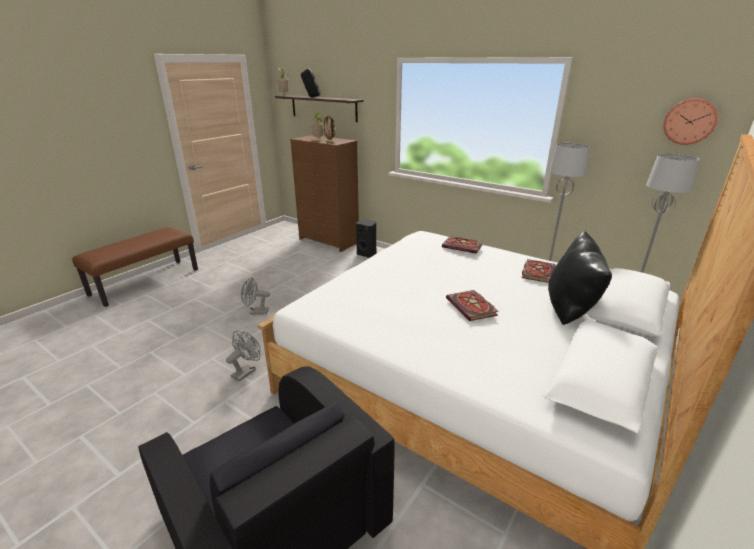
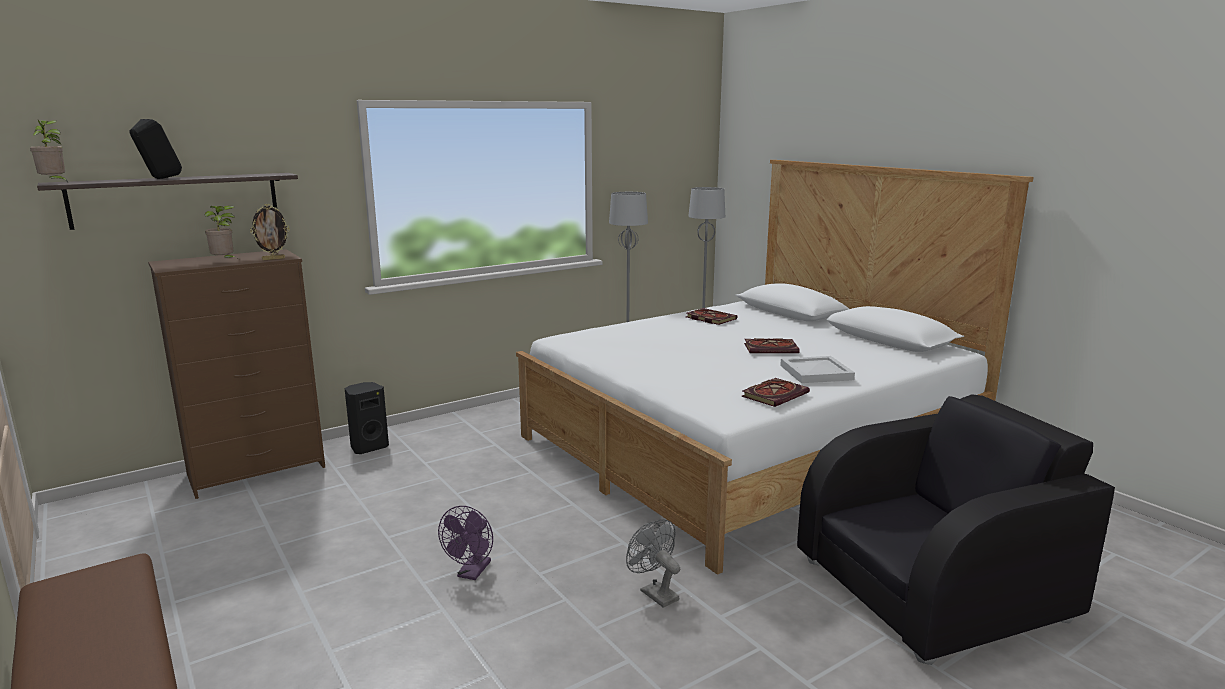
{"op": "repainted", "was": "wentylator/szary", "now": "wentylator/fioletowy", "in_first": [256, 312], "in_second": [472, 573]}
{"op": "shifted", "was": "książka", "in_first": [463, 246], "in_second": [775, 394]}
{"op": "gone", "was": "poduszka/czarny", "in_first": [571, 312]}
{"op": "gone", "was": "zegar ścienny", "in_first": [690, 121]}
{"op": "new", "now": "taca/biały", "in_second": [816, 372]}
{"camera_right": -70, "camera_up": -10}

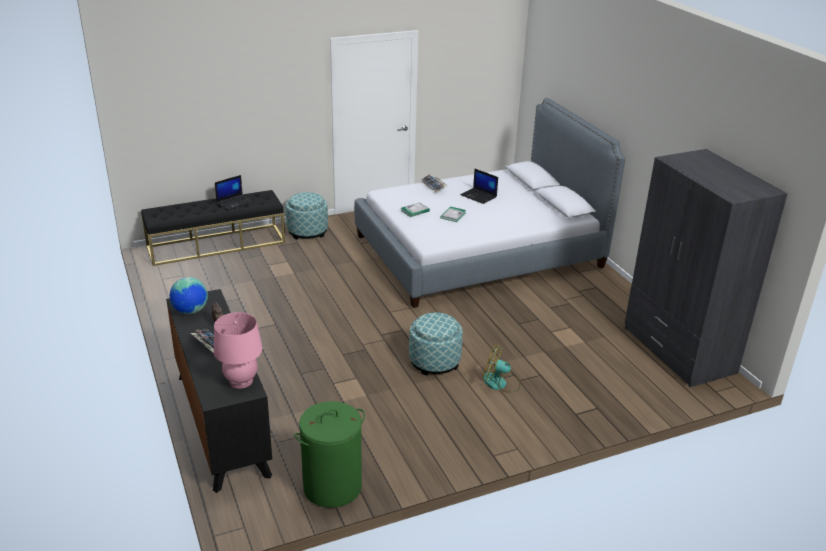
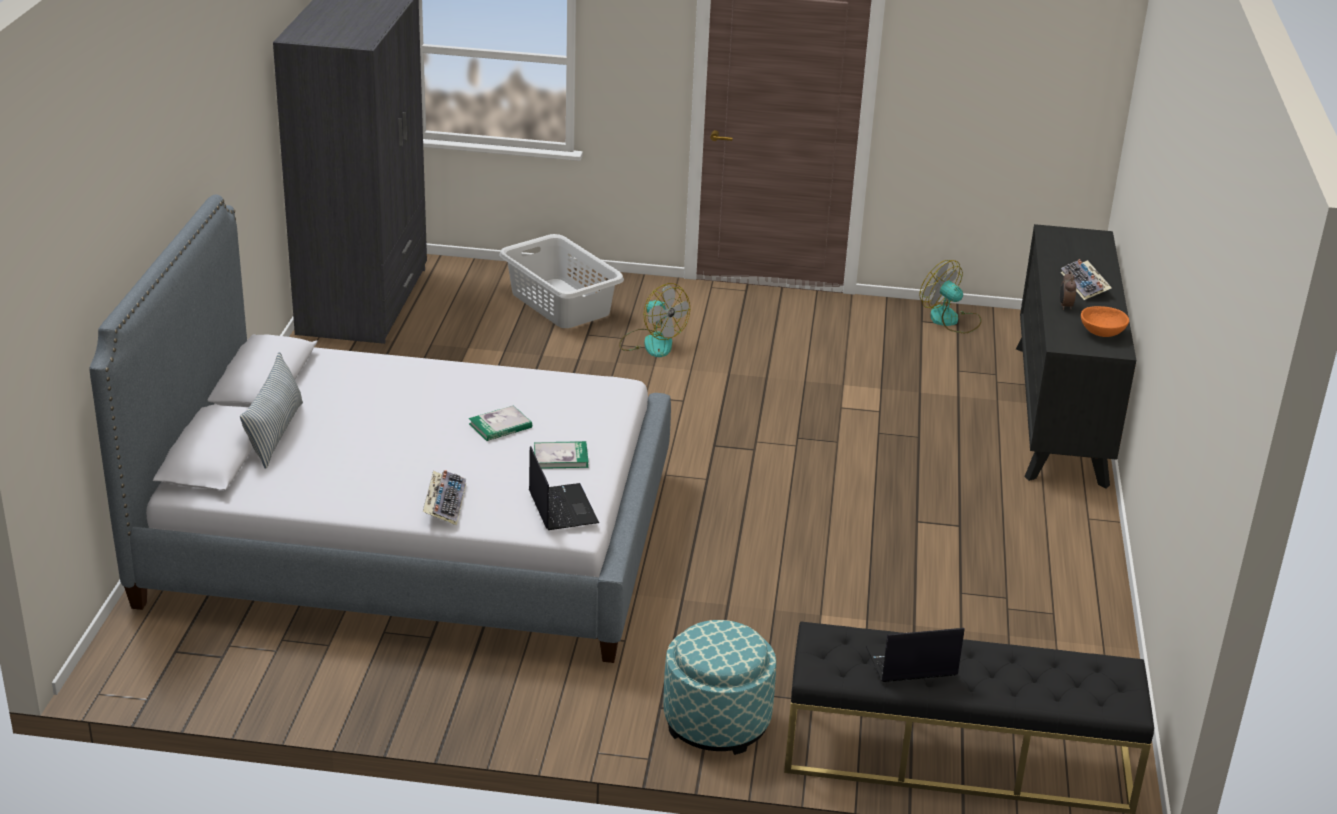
{"op": "swapped", "was": "globus", "now": "miska/pomarańczowy", "in_first": [190, 311], "in_second": [1102, 332]}
{"op": "gone", "was": "lampa stołowa/różowy", "in_first": [241, 381]}
{"op": "swapped", "was": "kosz na pranie/zielony", "now": "wentylator", "in_first": [332, 486], "in_second": [950, 320]}
{"op": "gone", "was": "pufa", "in_first": [434, 361]}
{"op": "shifted", "was": "laptop", "in_first": [479, 196], "in_second": [561, 507]}
{"op": "new", "now": "poduszka", "in_second": [275, 434]}
{"op": "new", "now": "kosz na pranie/szary", "in_second": [560, 304]}
{"camera_right": -150, "camera_up": 0}

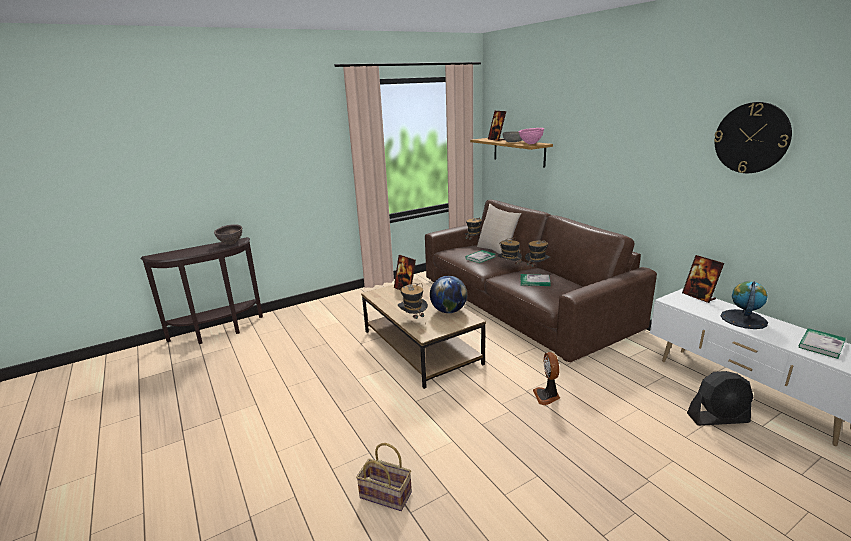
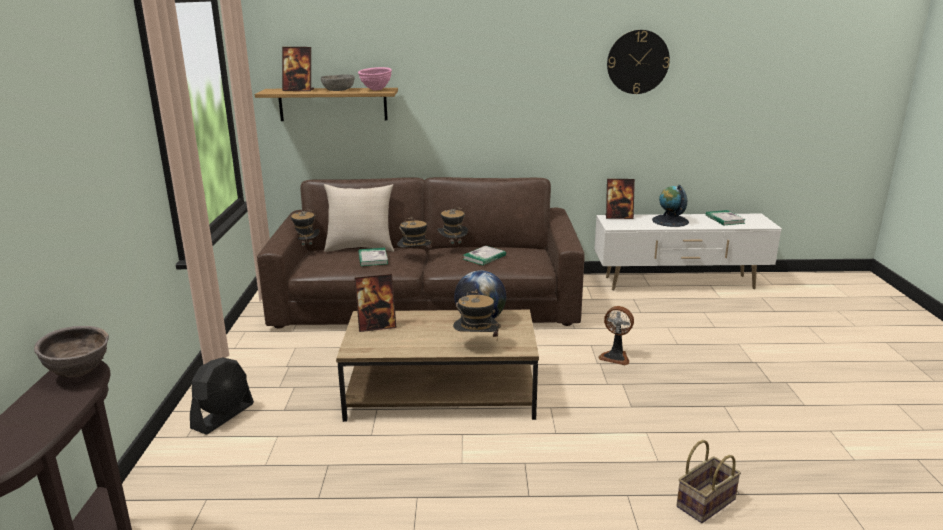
{"op": "shifted", "was": "wentylator/czarny", "in_first": [718, 418], "in_second": [223, 416]}
{"camera_right": -60, "camera_up": 0}

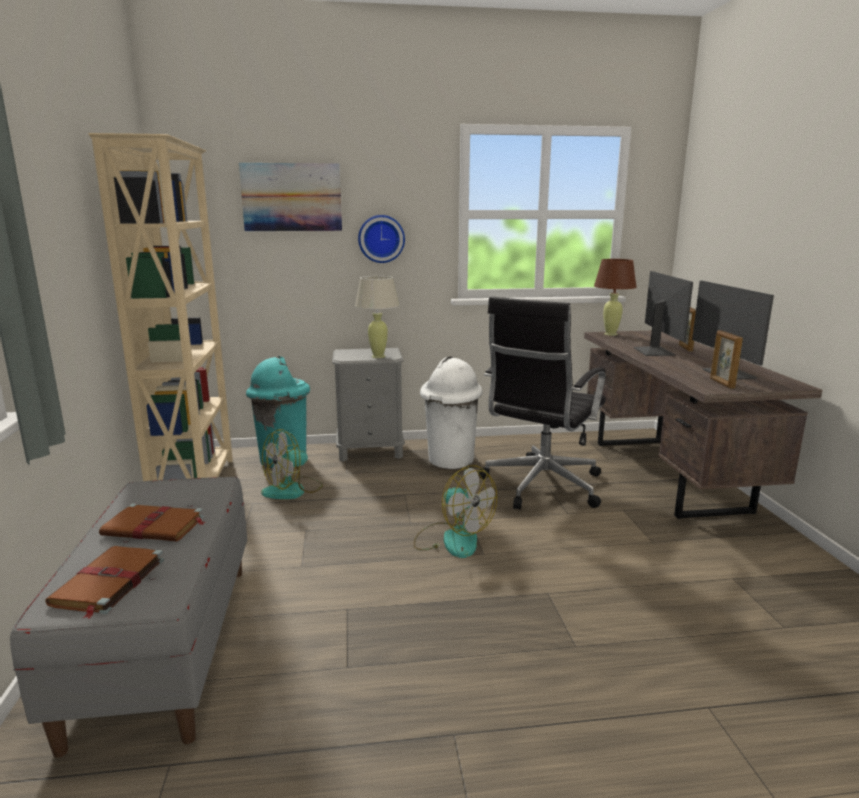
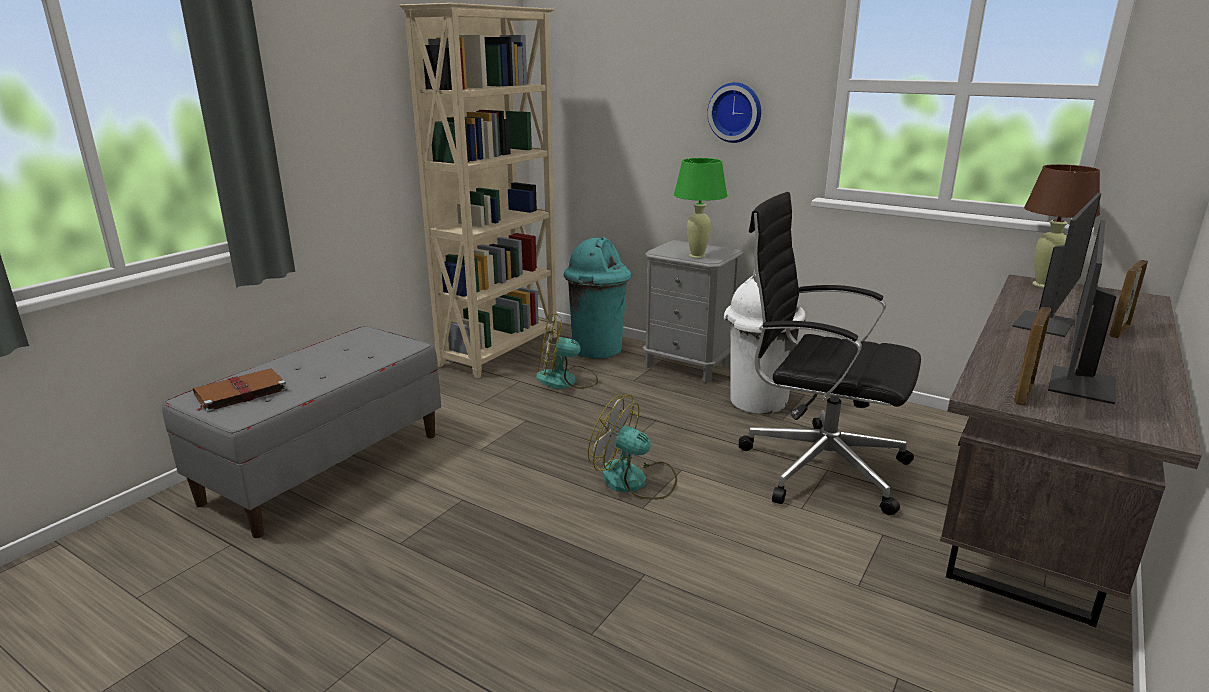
{"op": "gone", "was": "książka/brązowy", "in_first": [155, 526]}
{"op": "gone", "was": "obraz", "in_first": [291, 197]}
{"op": "repainted", "was": "lampa stołowa/beżowy", "now": "lampa stołowa/zielony", "in_first": [378, 356], "in_second": [697, 256]}
{"op": "rotated", "was": "wentylator", "in_first": [452, 539], "in_second": [634, 481], "clockwise": 120}
{"op": "rotated", "was": "krzesło biurowe/czarny", "in_first": [540, 486], "in_second": [818, 466], "clockwise": 45}
{"camera_right": 40, "camera_up": 5}

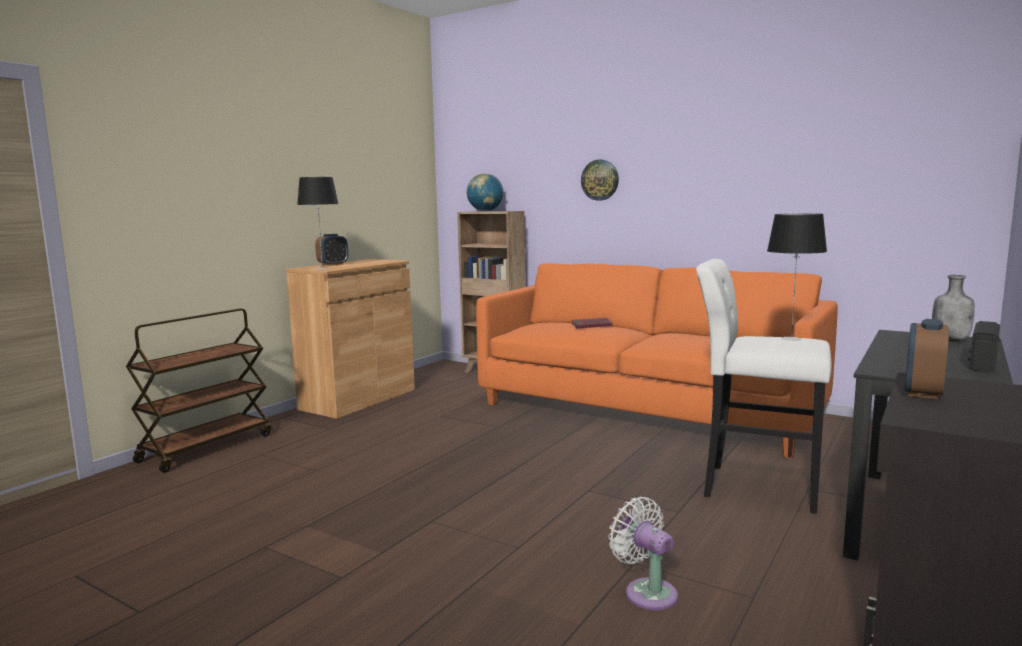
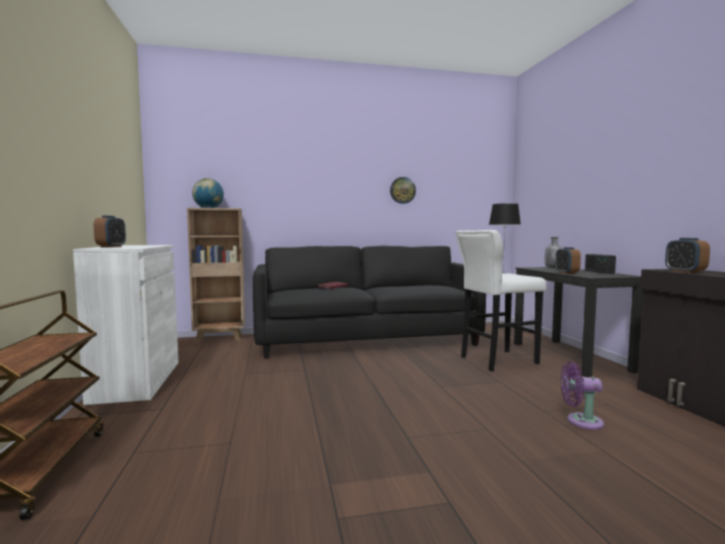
{"op": "repainted", "was": "szafka/brązowy", "now": "szafka/biały", "in_first": [358, 399], "in_second": [137, 381]}
{"op": "gone", "was": "lampa stołowa", "in_first": [322, 268]}
{"op": "repainted", "was": "kanapa/pomarańczowy", "now": "kanapa/czarny", "in_first": [646, 410], "in_second": [366, 340]}
{"op": "shifted", "was": "zegar ścienny", "in_first": [600, 180], "in_second": [402, 190]}
{"op": "repainted", "was": "wentylator/biały", "now": "wentylator/fioletowy", "in_first": [647, 592], "in_second": [580, 421]}
{"op": "new", "now": "budzik", "in_second": [566, 273]}
{"camera_right": -45, "camera_up": -5}

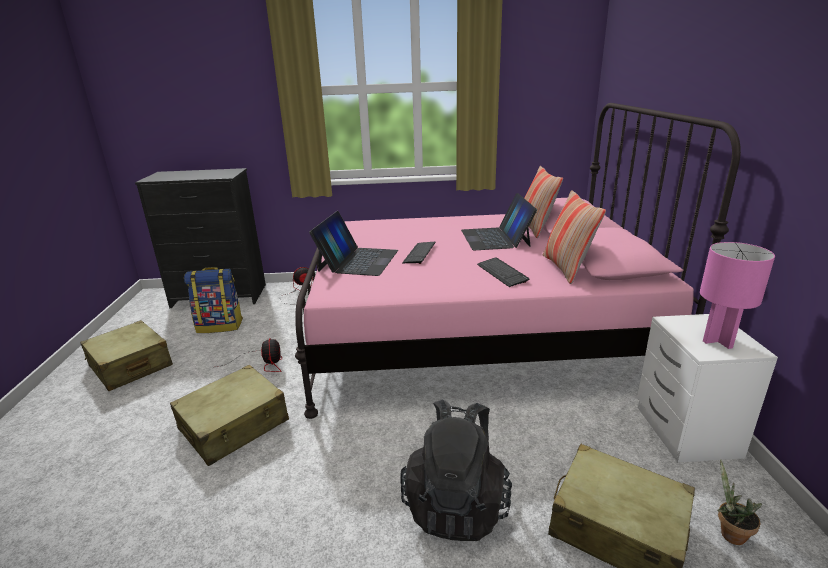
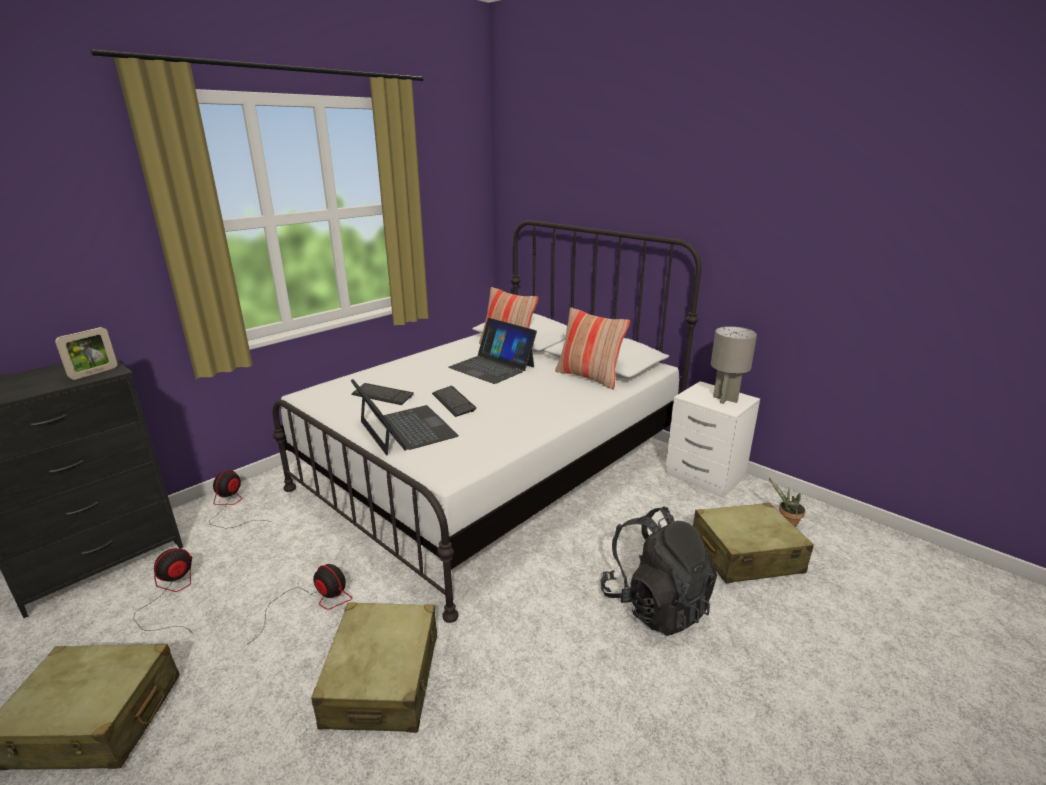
{"op": "swapped", "was": "plecak", "now": "wentylator", "in_first": [220, 326], "in_second": [171, 596]}
{"op": "repainted", "was": "łóżko/różowy", "now": "łóżko/biały", "in_first": [475, 335], "in_second": [494, 470]}
{"op": "shifted", "was": "klawiatura", "in_first": [502, 273], "in_second": [382, 395]}
{"op": "repainted", "was": "lampa stołowa/różowy", "now": "lampa stołowa/szary", "in_first": [719, 340], "in_second": [725, 399]}
{"op": "new", "now": "ramka na zdjęcie", "in_second": [94, 373]}
{"camera_right": -45, "camera_up": 0}

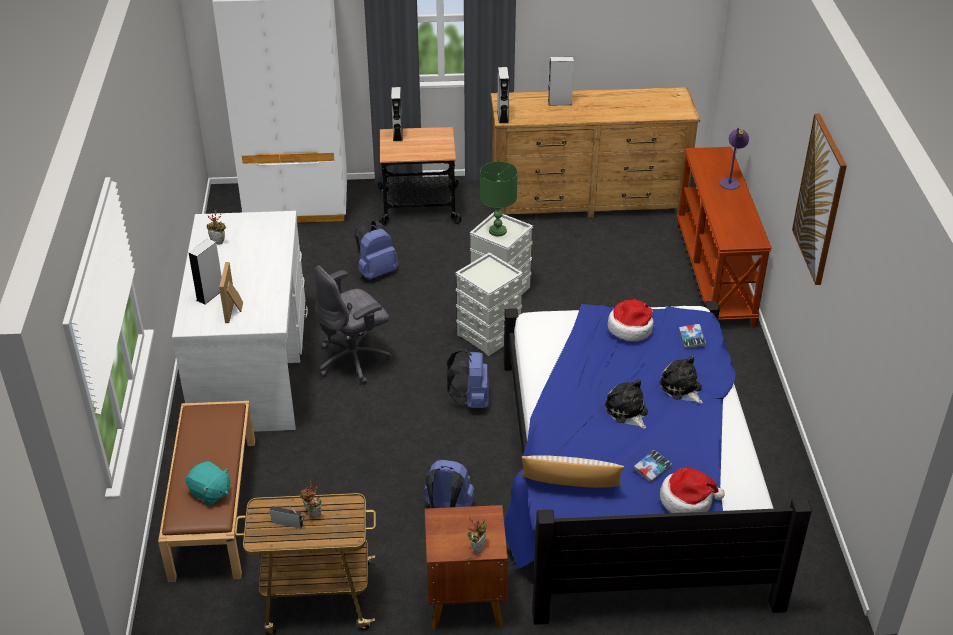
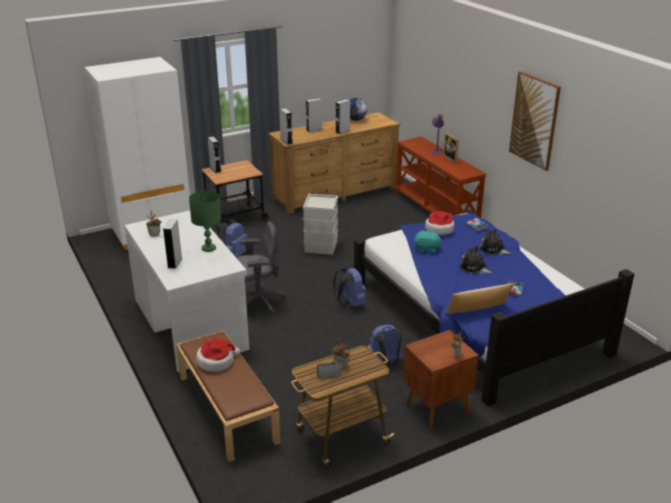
{"op": "shifted", "was": "pluszak/turkusowy", "in_first": [210, 493], "in_second": [426, 249]}
{"op": "shifted", "was": "ramka na zdjęcie", "in_first": [234, 310], "in_second": [452, 158]}
{"op": "rotated", "was": "krzesło biurowe/szary", "in_first": [354, 360], "in_second": [258, 303], "clockwise": -135}
{"op": "gone", "was": "pojemnik do przechowywania/szary", "in_first": [489, 335]}
{"op": "shifted", "was": "lampa stołowa/zielony", "in_first": [497, 230], "in_second": [208, 248]}
{"op": "shifted", "was": "kapelusz", "in_first": [687, 500], "in_second": [216, 361]}
{"op": "new", "now": "głośnik/szary", "in_second": [342, 131]}
{"op": "new", "now": "globus", "in_second": [355, 120]}
{"camera_right": -25, "camera_up": -10}

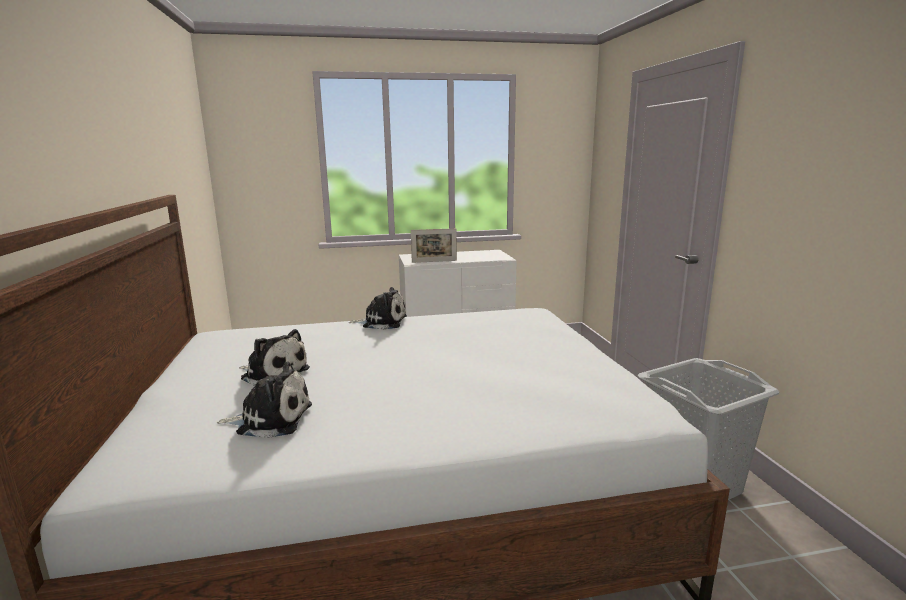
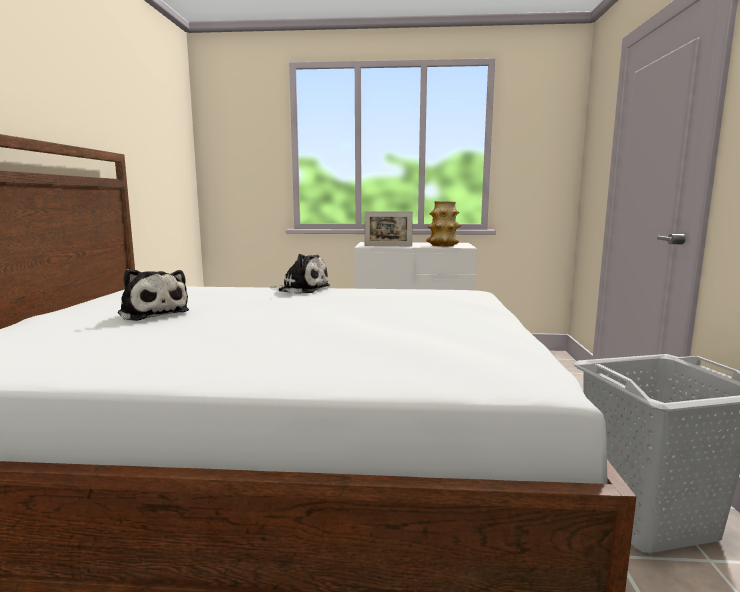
{"op": "gone", "was": "pluszak", "in_first": [271, 419]}
{"op": "new", "now": "wazon", "in_second": [443, 245]}
{"camera_right": 15, "camera_up": -5}

